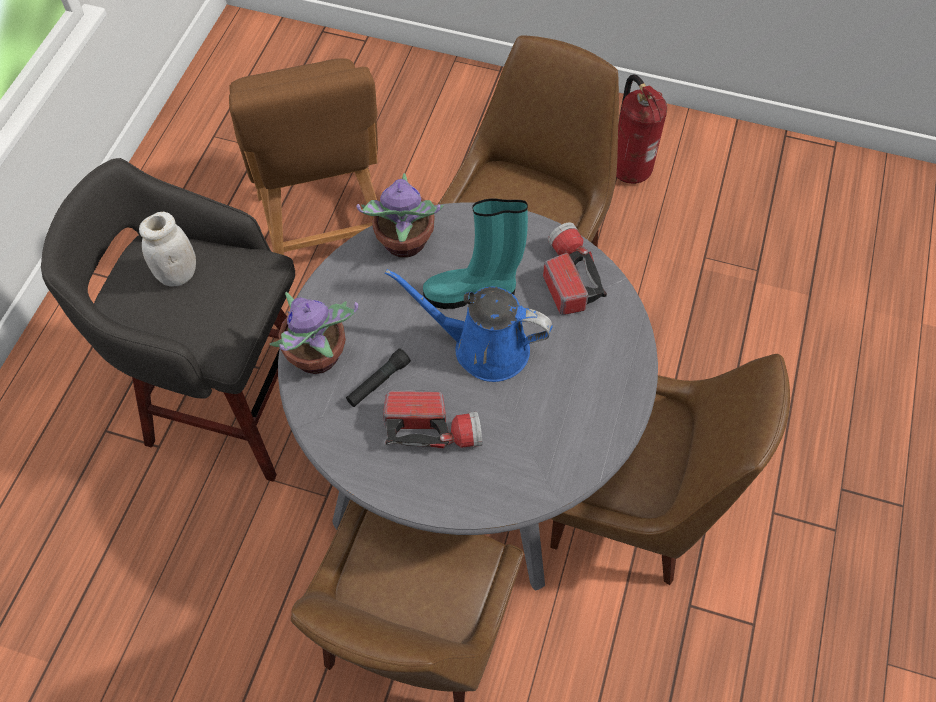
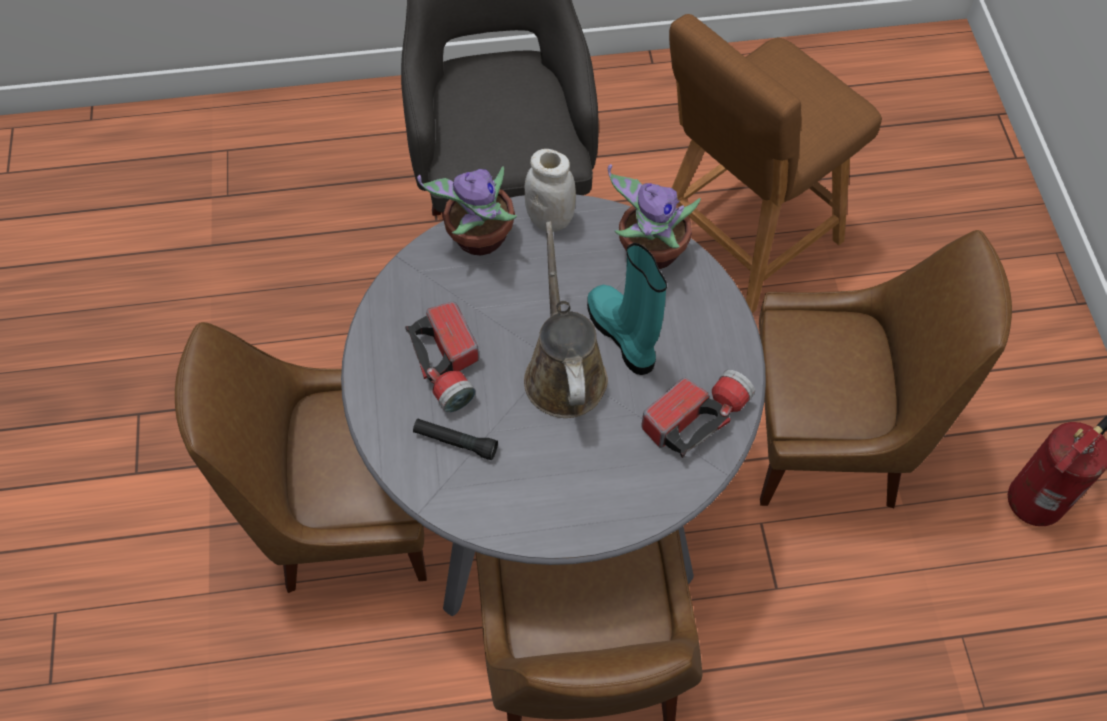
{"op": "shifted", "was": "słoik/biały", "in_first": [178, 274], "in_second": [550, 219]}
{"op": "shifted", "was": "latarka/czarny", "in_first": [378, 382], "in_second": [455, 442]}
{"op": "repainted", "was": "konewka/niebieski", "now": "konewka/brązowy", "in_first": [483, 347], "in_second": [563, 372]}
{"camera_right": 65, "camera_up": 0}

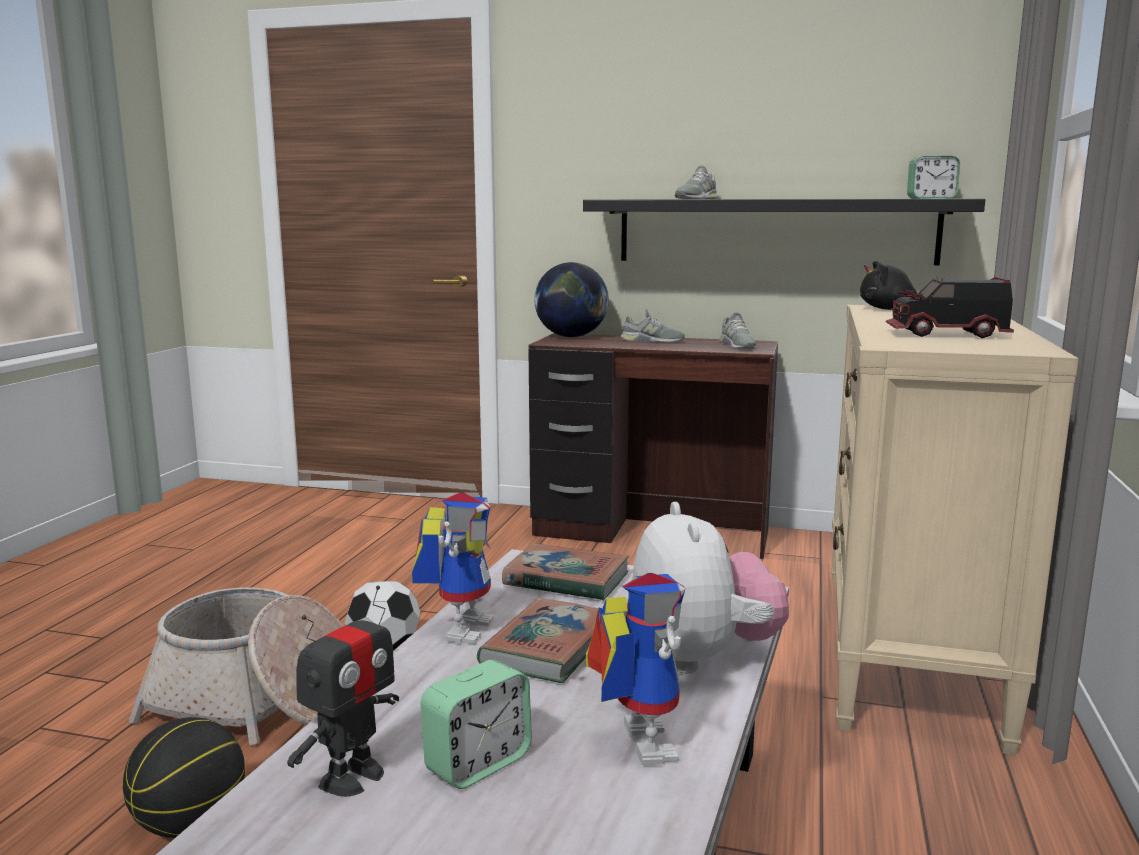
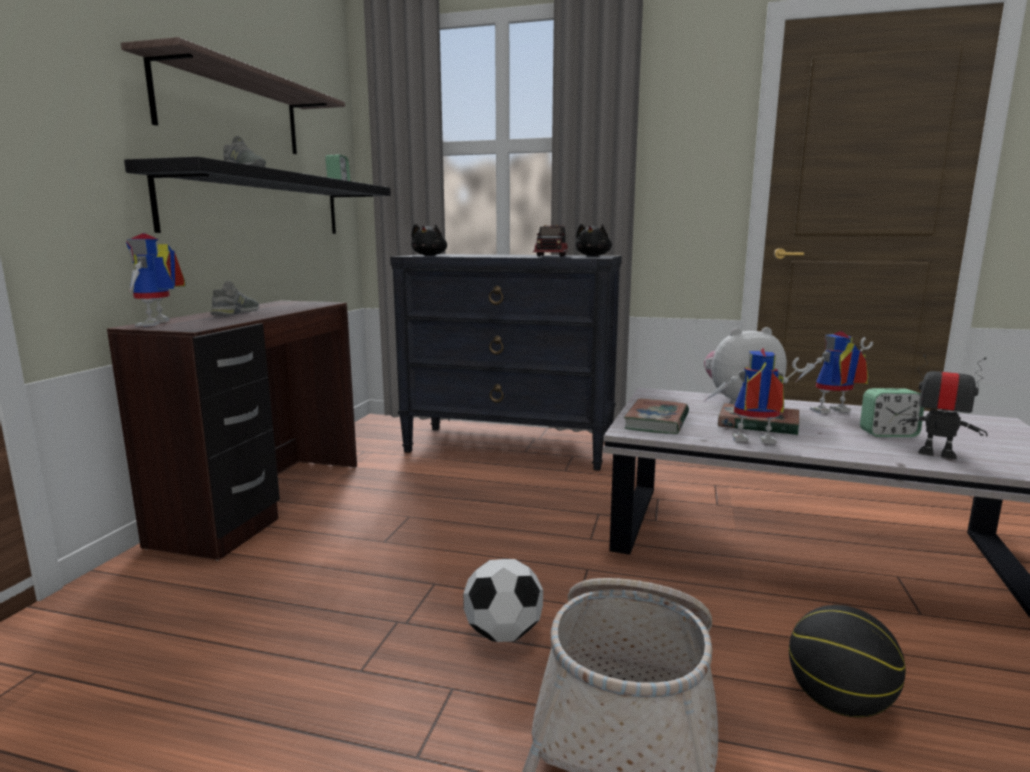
{"op": "rotated", "was": "budzik", "in_first": [478, 763], "in_second": [888, 434], "clockwise": 135}
{"op": "swapped", "was": "globus", "now": "robot zabawkowy", "in_first": [571, 336], "in_second": [158, 324]}
{"op": "gone", "was": "but/szary", "in_first": [737, 345]}
{"op": "repainted", "was": "komoda/beżowy", "now": "komoda/czarny", "in_first": [908, 651], "in_second": [510, 447]}
{"op": "new", "now": "półka", "in_second": [231, 110]}
{"op": "new", "now": "pluszak/czarny", "in_second": [593, 256]}
{"camera_right": -90, "camera_up": 0}

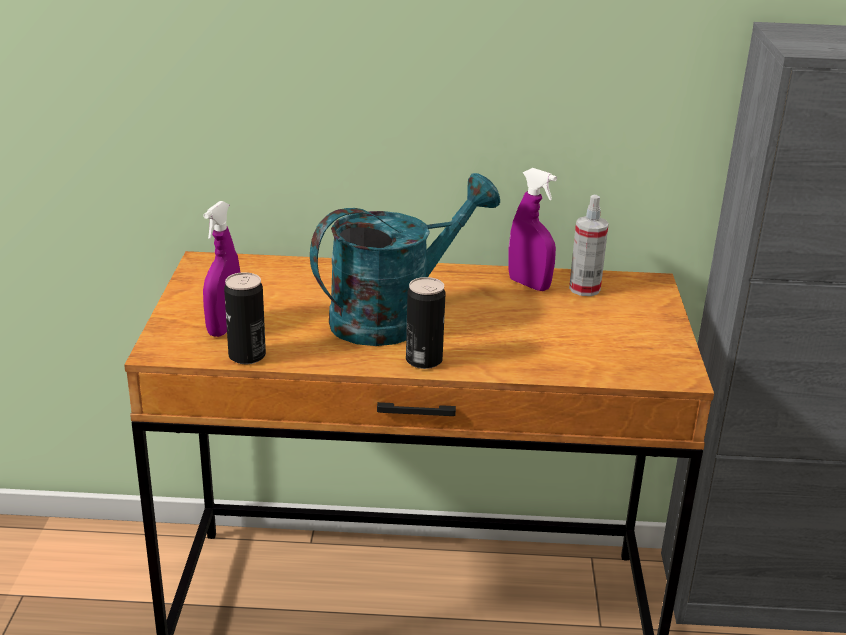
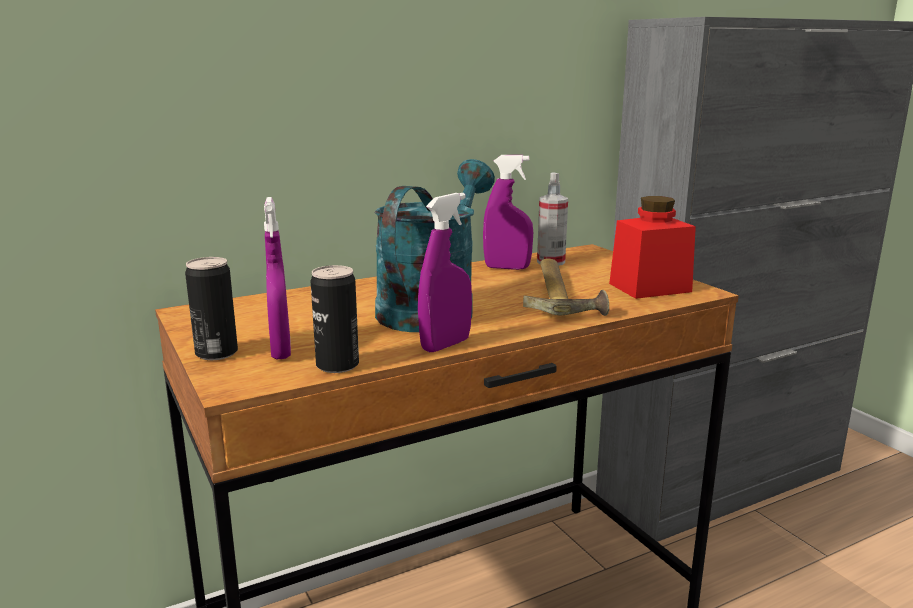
{"op": "shifted", "was": "puszka", "in_first": [424, 360], "in_second": [216, 353]}
{"op": "new", "now": "spryskiwacz/fioletowy", "in_second": [445, 345]}
{"op": "new", "now": "młotek", "in_second": [561, 294]}
{"op": "new", "now": "słoik/czerwony", "in_second": [650, 287]}
{"camera_right": -30, "camera_up": -10}

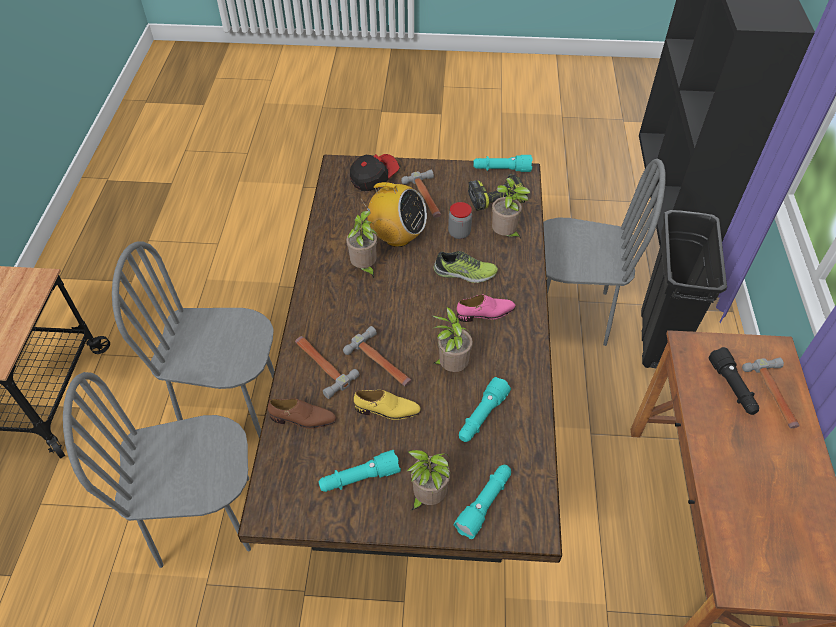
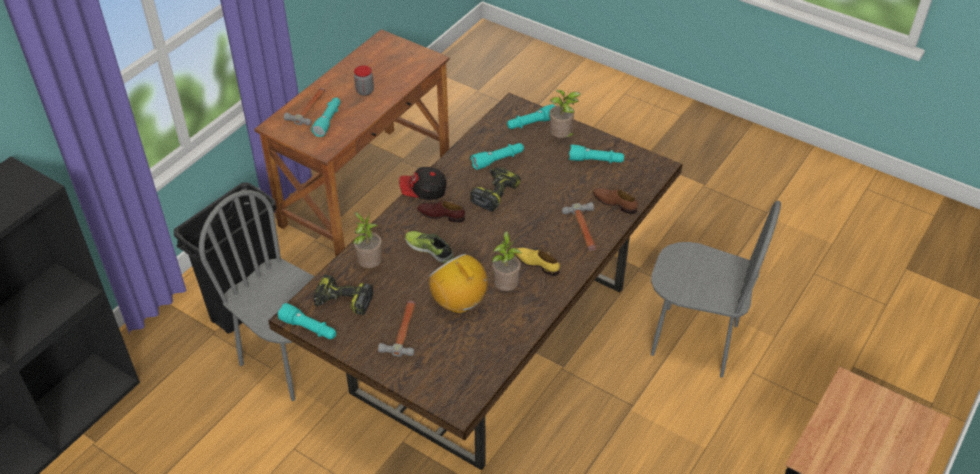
{"op": "gone", "was": "krzesło/szary", "in_first": [231, 404]}
{"op": "gone", "was": "młotek", "in_first": [381, 363]}
{"op": "shifted", "was": "czapka z daszkiem", "in_first": [373, 178], "in_second": [423, 191]}
{"op": "shifted", "was": "but/żółty", "in_first": [387, 410], "in_second": [536, 264]}
{"op": "swapped", "was": "roślina doniczkowa", "now": "wiertarka", "in_first": [451, 366], "in_second": [494, 193]}
{"op": "shifted", "was": "słoik", "in_first": [459, 233], "in_second": [365, 91]}
{"op": "repainted", "was": "but/różowy", "now": "but/brązowy", "in_first": [485, 313], "in_second": [441, 215]}
{"op": "repainted", "was": "latarka/czarny", "now": "latarka/turkusowy", "in_first": [732, 387], "in_second": [328, 121]}
{"camera_right": -150, "camera_up": -5}

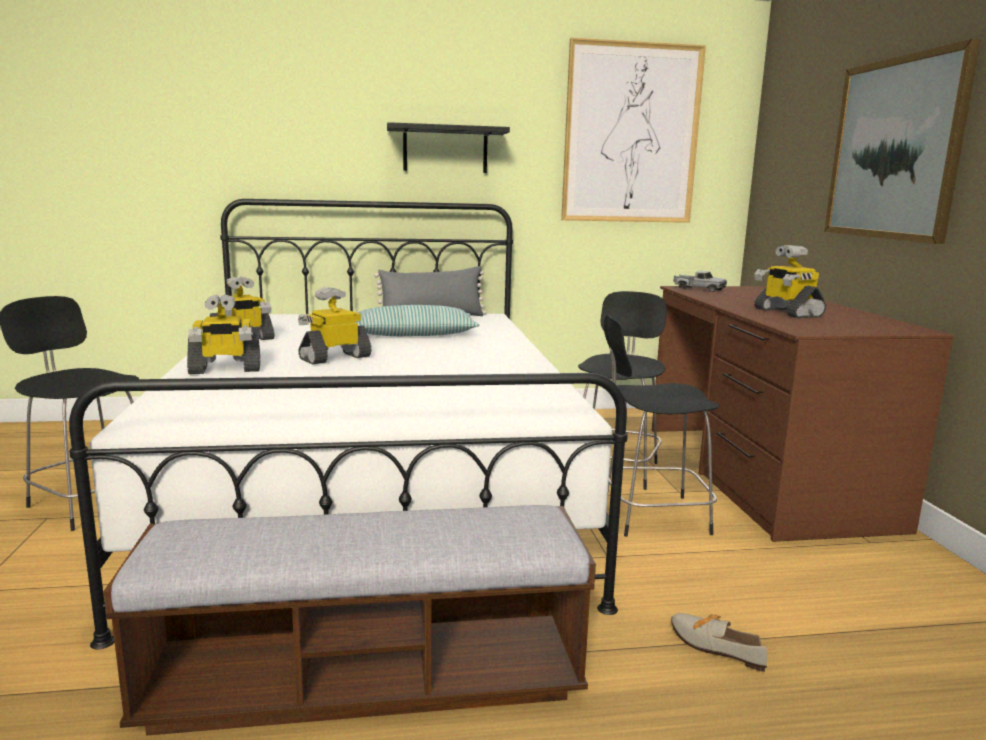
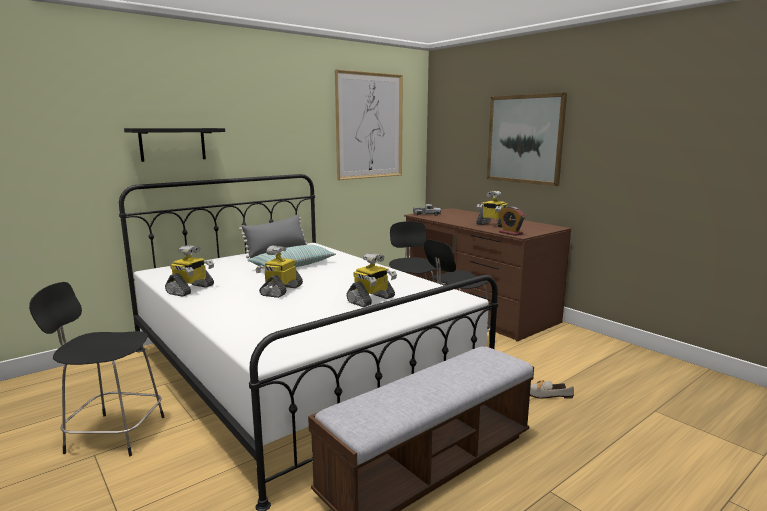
{"op": "shifted", "was": "robot zabawkowy", "in_first": [225, 369], "in_second": [371, 300]}
{"op": "shifted", "was": "półka/czarny", "in_first": [445, 149], "in_second": [172, 144]}
{"op": "new", "now": "budzik", "in_second": [510, 233]}
{"camera_right": -30, "camera_up": 0}

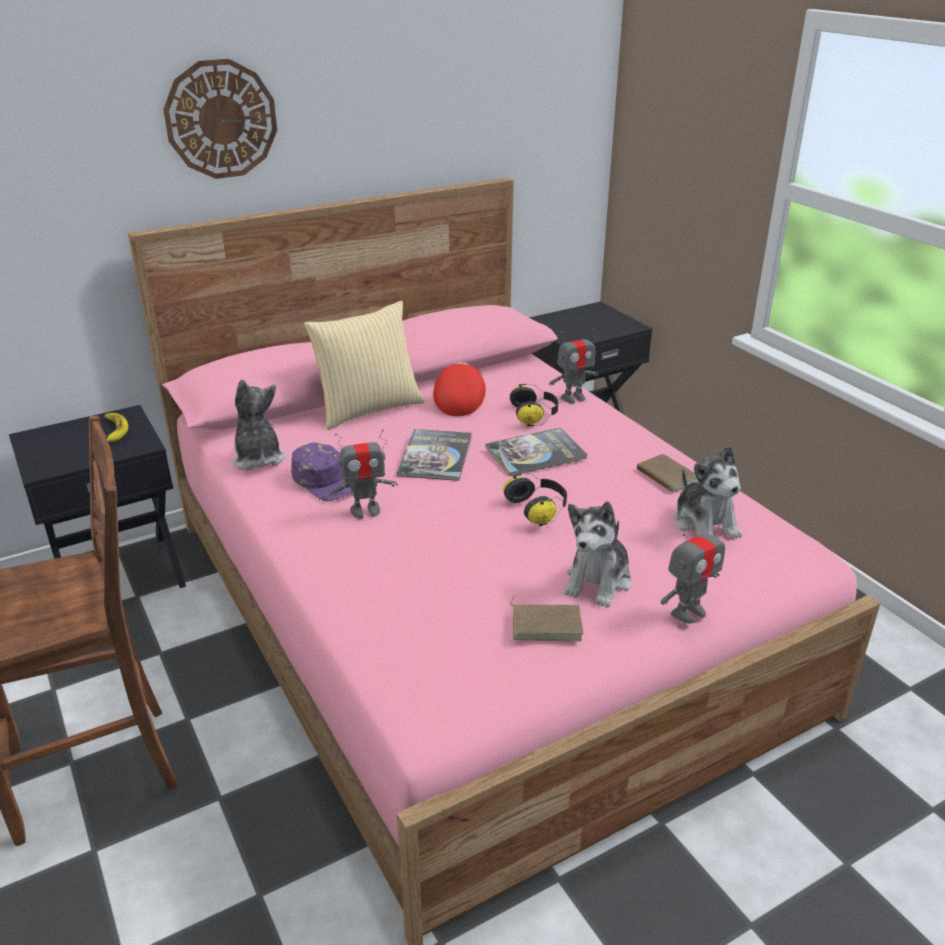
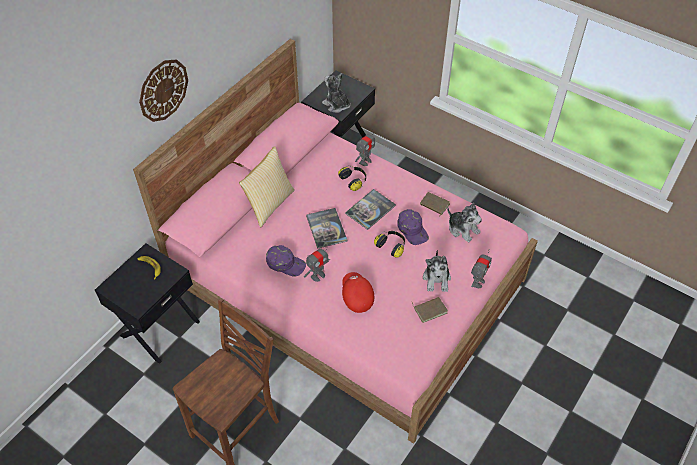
{"op": "shifted", "was": "pluszak", "in_first": [258, 458], "in_second": [336, 105]}
{"op": "shifted", "was": "czapka z daszkiem/czerwony", "in_first": [459, 401], "in_second": [356, 296]}
{"op": "new", "now": "czapka z daszkiem/fioletowy", "in_second": [413, 230]}
{"camera_right": -25, "camera_up": 20}

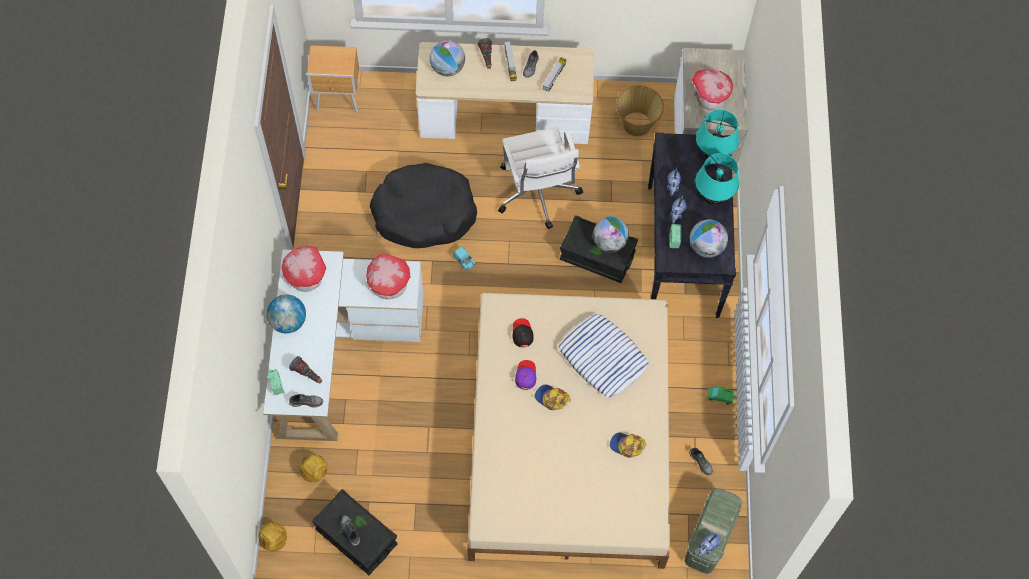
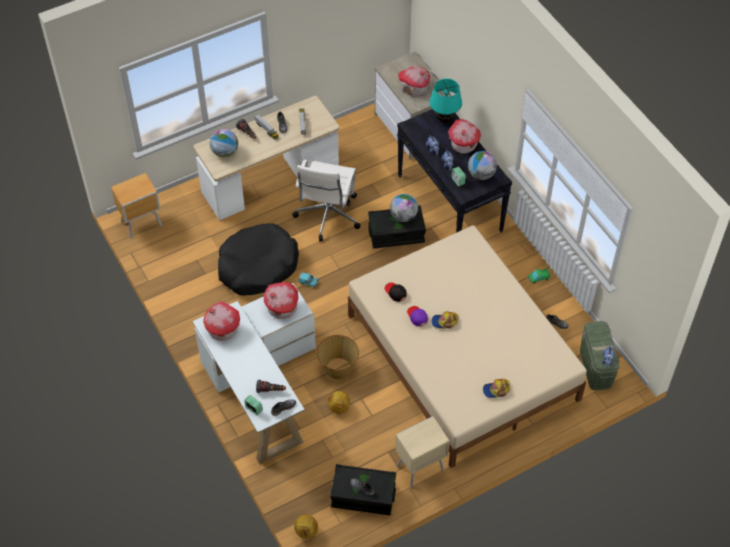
{"op": "gone", "was": "globus", "in_first": [288, 322]}
{"op": "shifted", "was": "piłka futbolowa", "in_first": [315, 472], "in_second": [339, 407]}
{"op": "rotated", "was": "krzesło biurowe/biały", "in_first": [537, 194], "in_second": [327, 216], "clockwise": 60}
{"op": "gone", "was": "poduszka", "in_first": [602, 358]}
{"op": "shifted", "was": "czapka z daszkiem", "in_first": [627, 446], "in_second": [496, 390]}
{"op": "shifted", "was": "koszyk", "in_first": [637, 123], "in_second": [338, 368]}
{"op": "swapped", "was": "lampa stołowa/turkusowy", "now": "domek", "in_first": [712, 198], "in_second": [463, 144]}
{"op": "new", "now": "szafka nocna/beżowy", "in_second": [419, 467]}
{"camera_right": -30, "camera_up": -10}

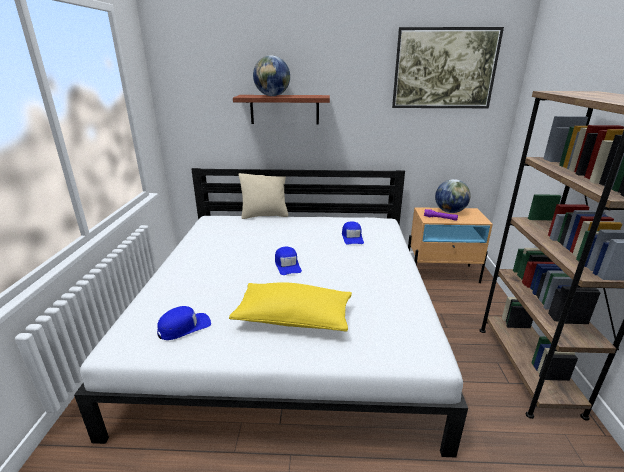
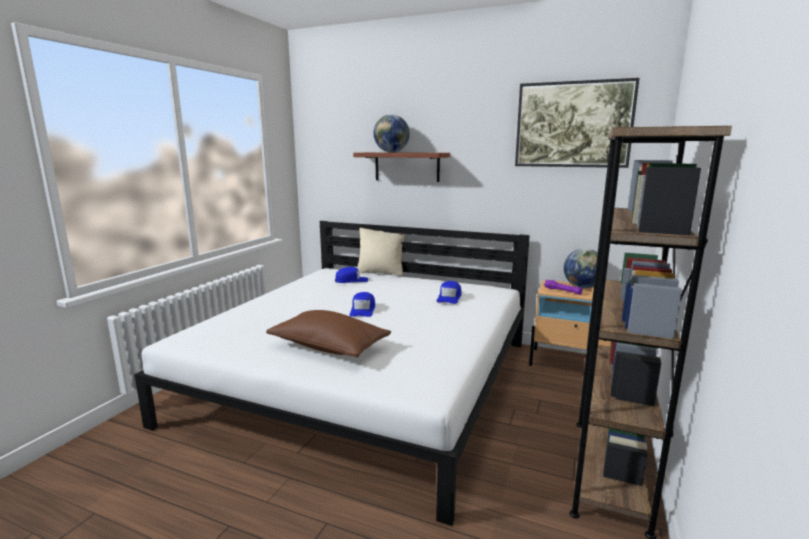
{"op": "shifted", "was": "czapka z daszkiem/niebieski", "in_first": [184, 327], "in_second": [351, 280]}
{"op": "repainted", "was": "poduszka/żółty", "now": "poduszka/brązowy", "in_first": [293, 319], "in_second": [329, 347]}
{"camera_right": 20, "camera_up": -10}

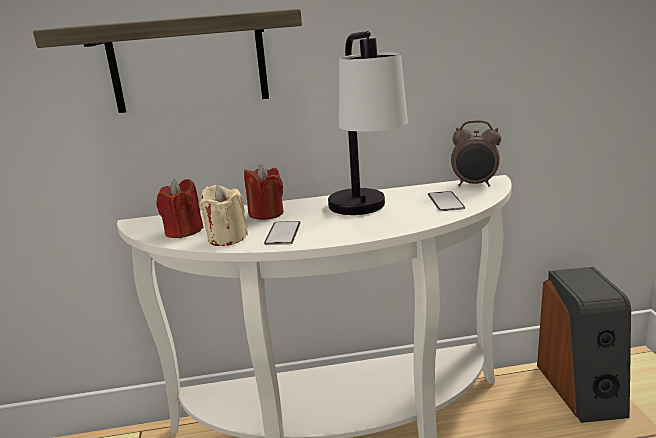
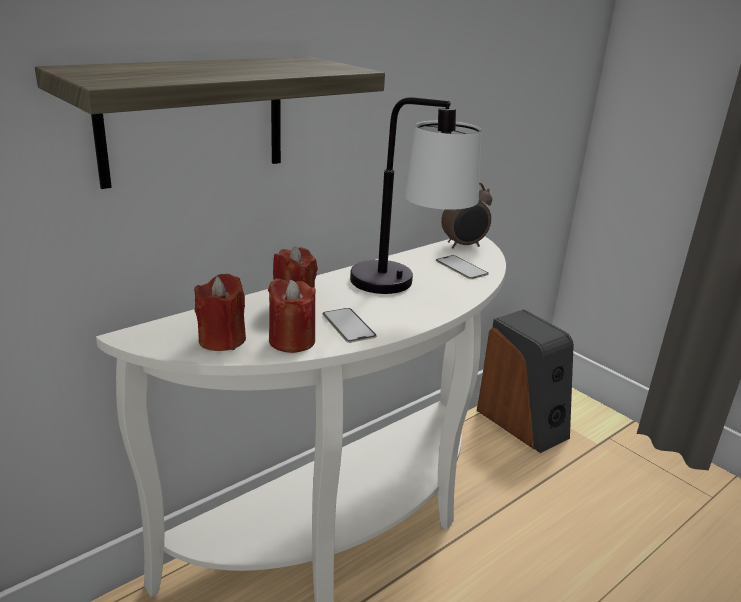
{"op": "repainted", "was": "świeca/beżowy", "now": "świeca/czerwony", "in_first": [227, 238], "in_second": [292, 341]}
{"camera_right": -35, "camera_up": 5}

